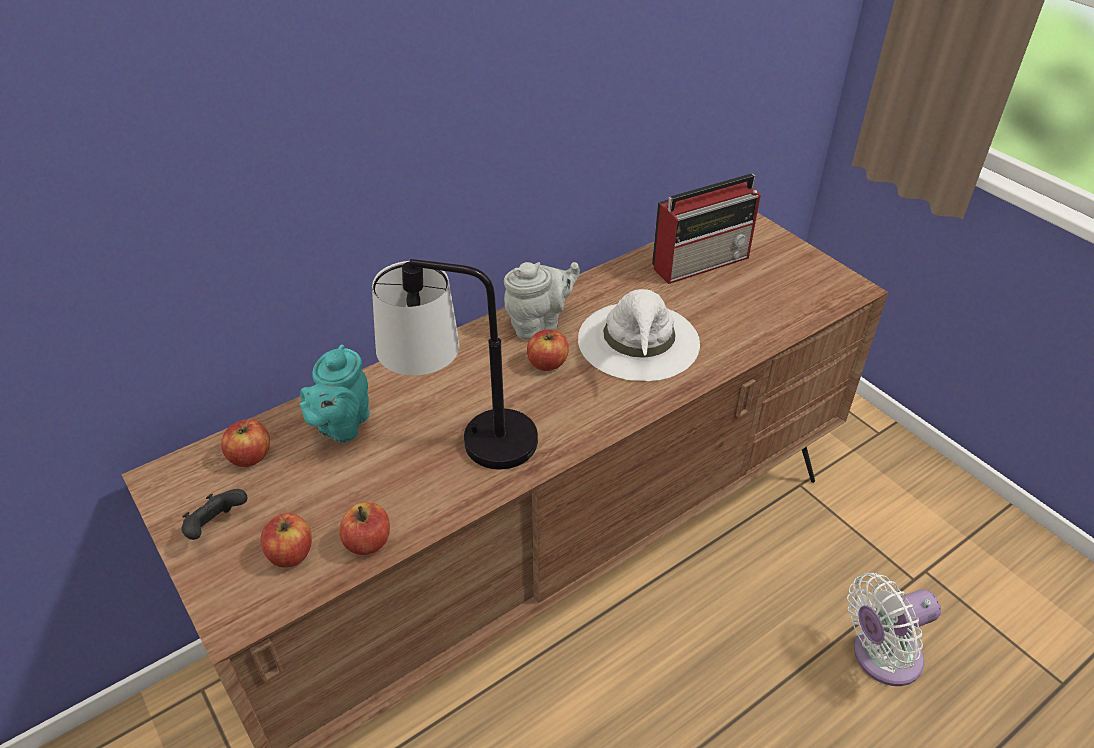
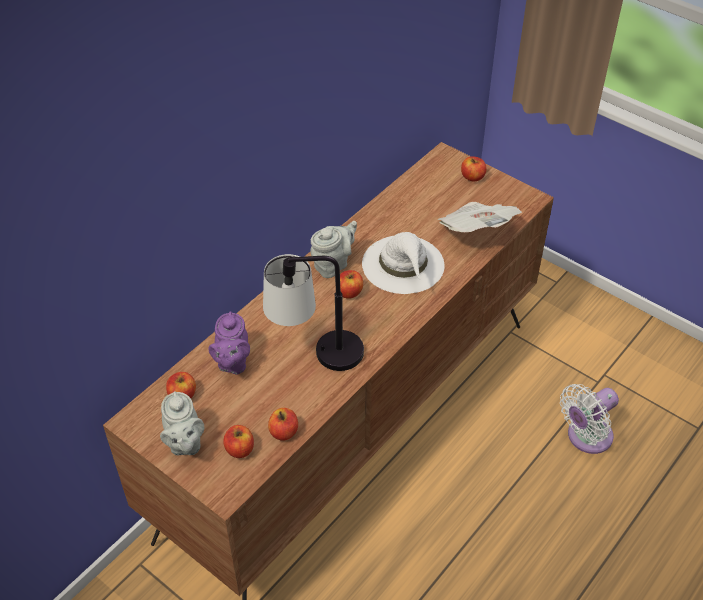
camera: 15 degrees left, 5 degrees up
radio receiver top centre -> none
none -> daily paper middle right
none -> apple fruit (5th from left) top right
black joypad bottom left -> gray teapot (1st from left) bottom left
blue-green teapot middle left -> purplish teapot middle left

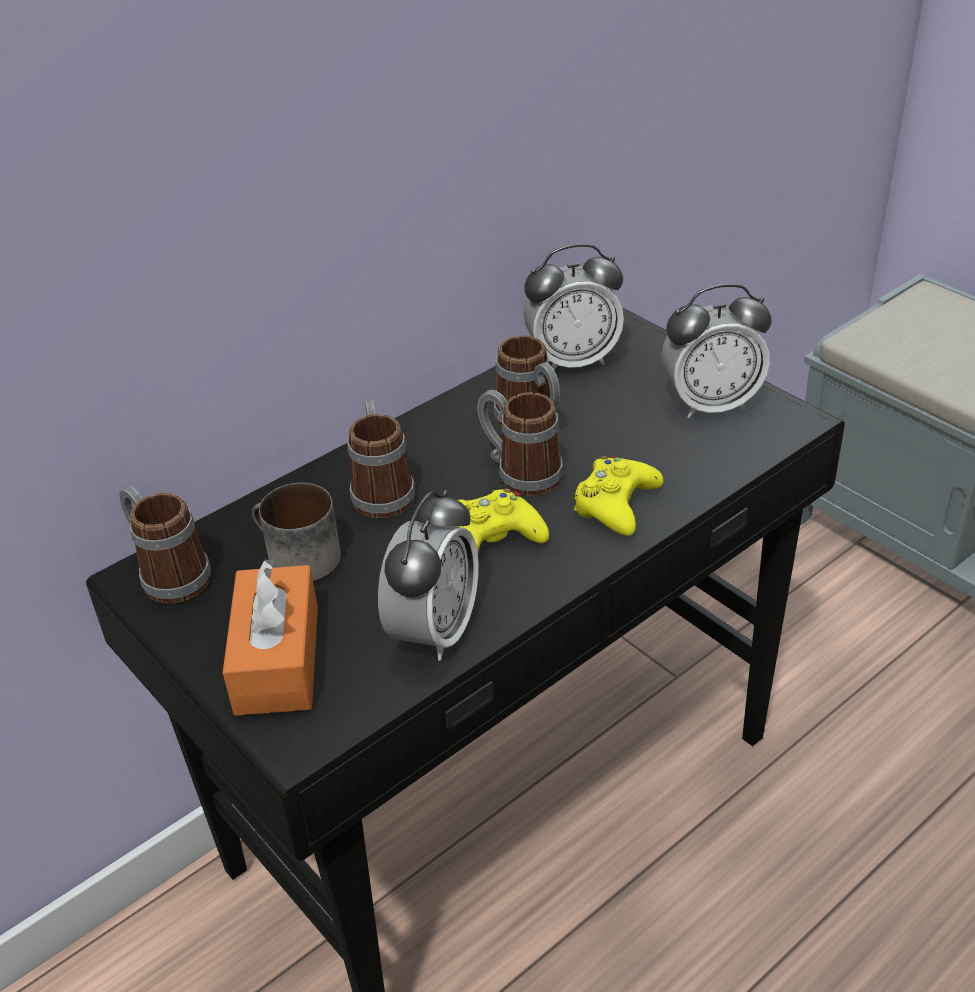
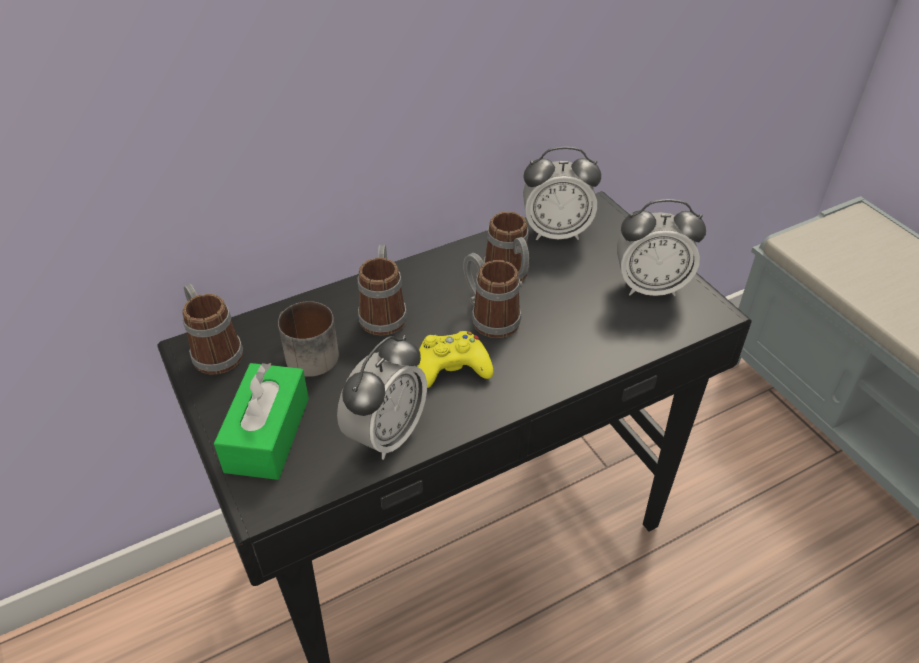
camera: 10 degrees right, 5 degrees up
yellow-coloured joypad (2nd from left) centre -> none
orange box of tissues middle left -> greenish box of tissues middle left

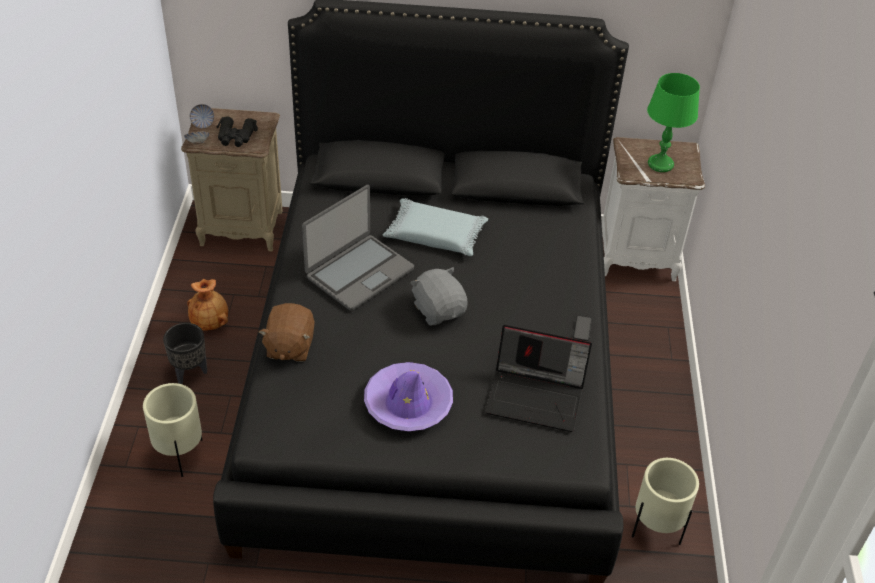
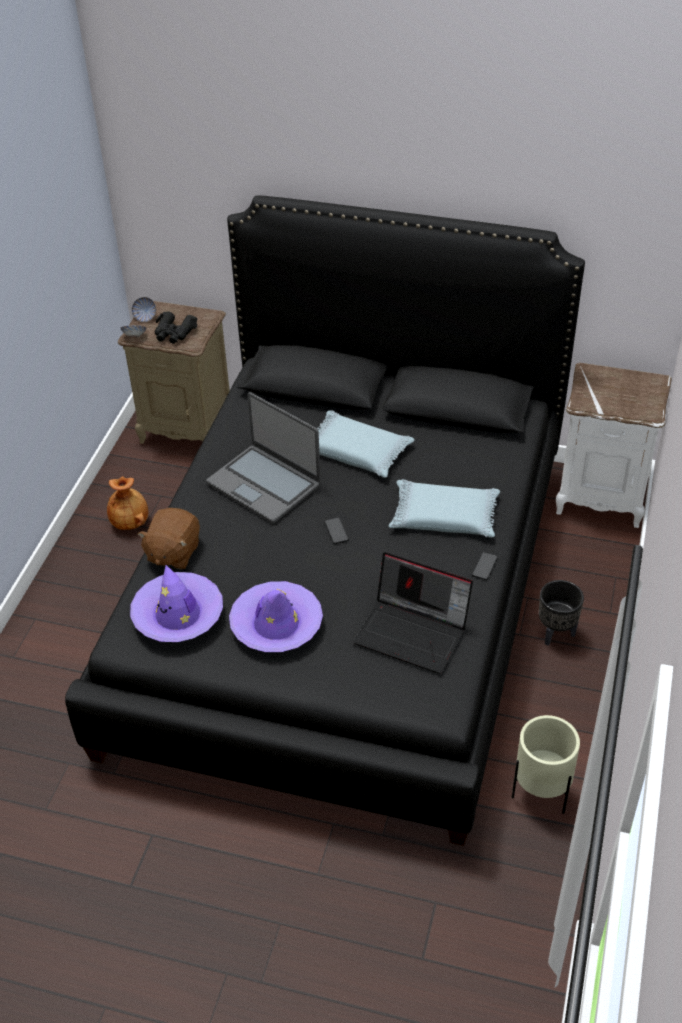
camera: 15 degrees right, 0 degrees up
beige planter (1st from left) bottom left -> none
greenish lamp for a table top right -> none
none -> purplish wearable hat (1st from left) middle left
none -> bluish pillow (2nd from left) centre
black planter middle left -> black planter middle right, move
gray soft toy centre -> telephone (1st from left) centre
portable computer (1st from left) centre, 75 degrees clockwise

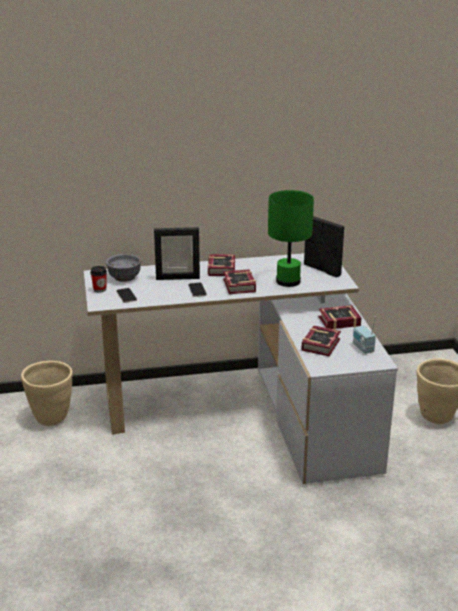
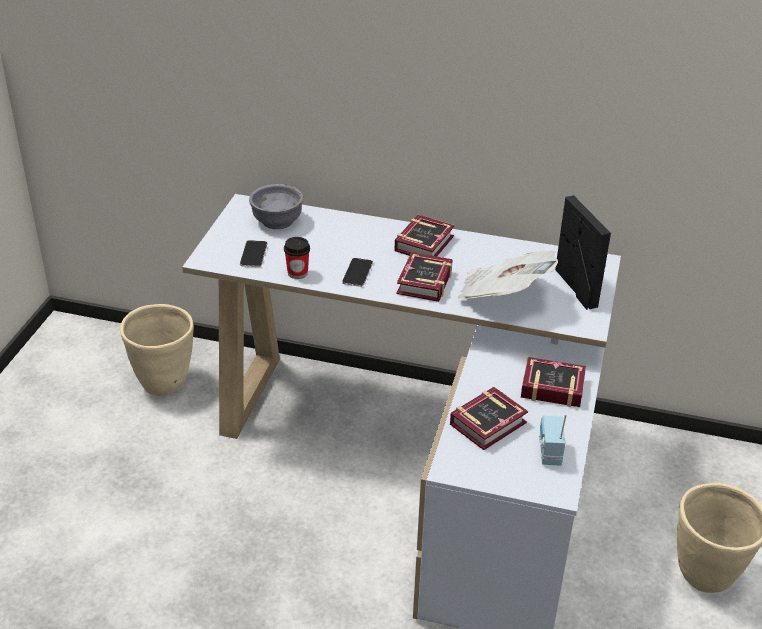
camera: 25 degrees right, 10 degrees up
standing frame (1st from left) centre -> none
cup middle left -> cup centre, move
greenish lamp for a table centre -> daily paper middle right

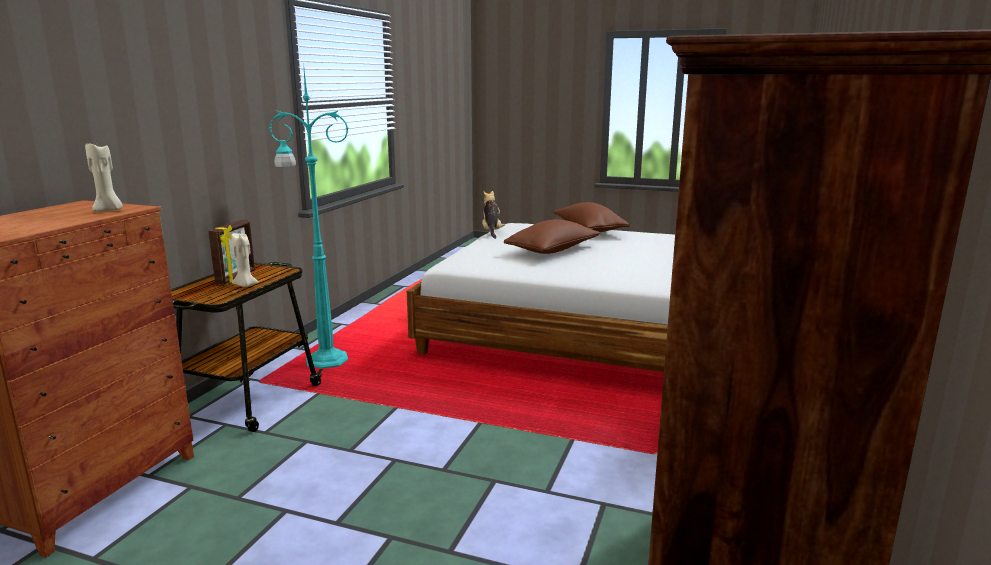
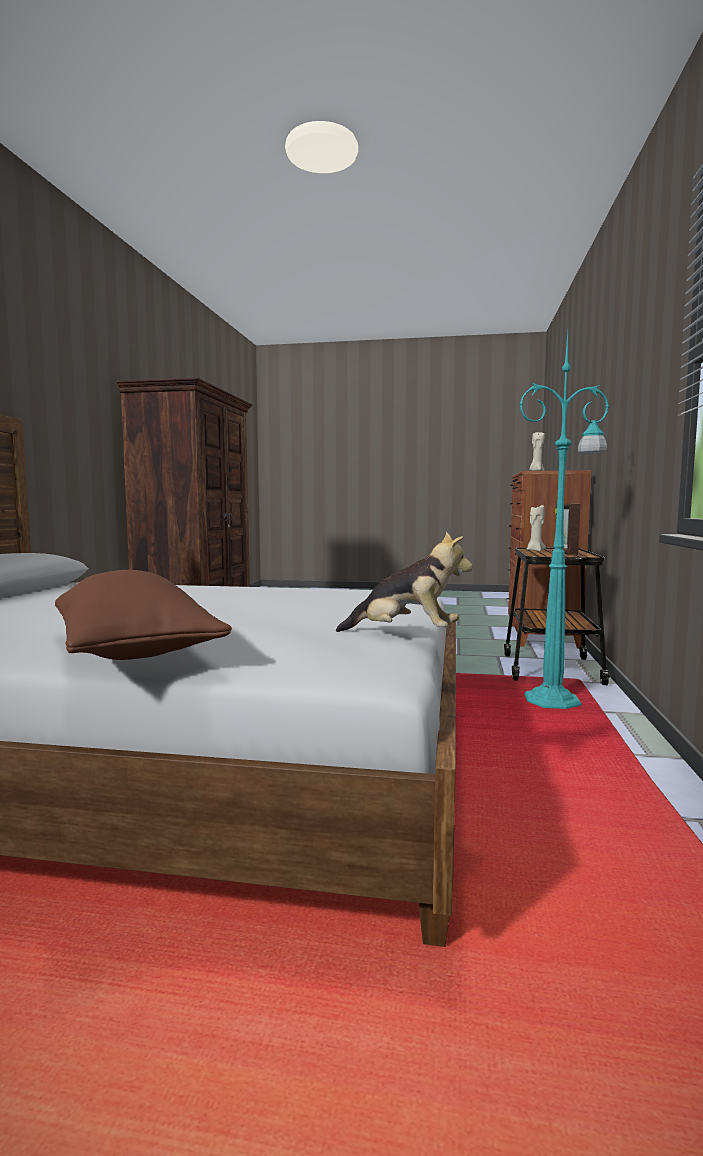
camera: 170 degrees right, 10 degrees down
brownish pillow (1st from left) centre -> none
soft toy centre, 60 degrees counterclockwise

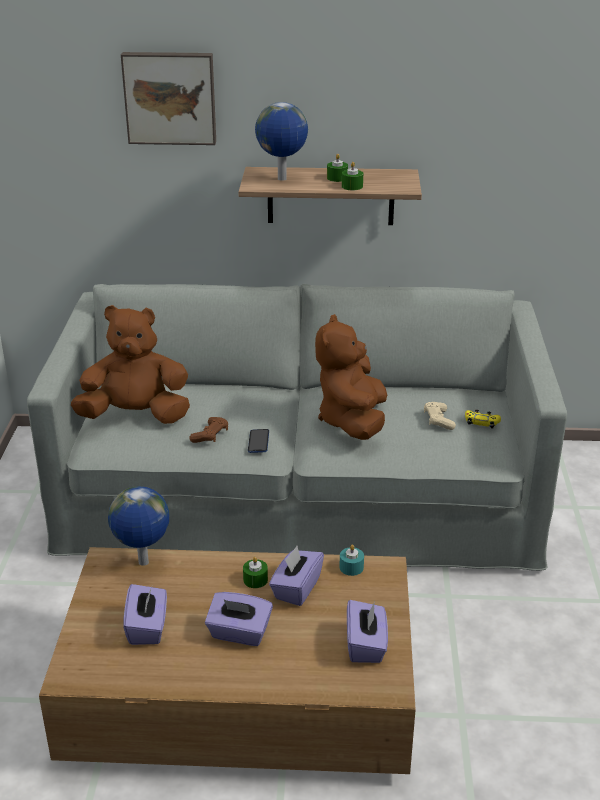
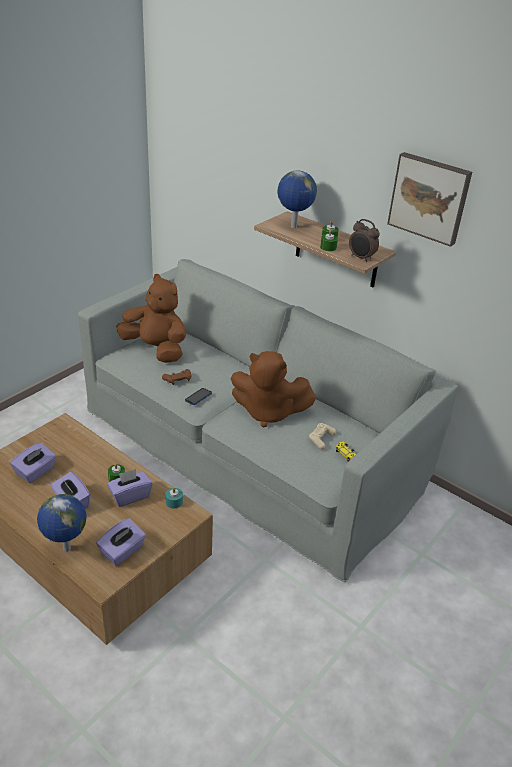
camera: 35 degrees right, 5 degrees up
none -> bedside clock top right
desk globe (1st from left) middle left -> desk globe (1st from left) bottom left, move
wall art top left -> wall art top right, move
brownish soft toy (2nd from left) centre, 120 degrees counterclockwise

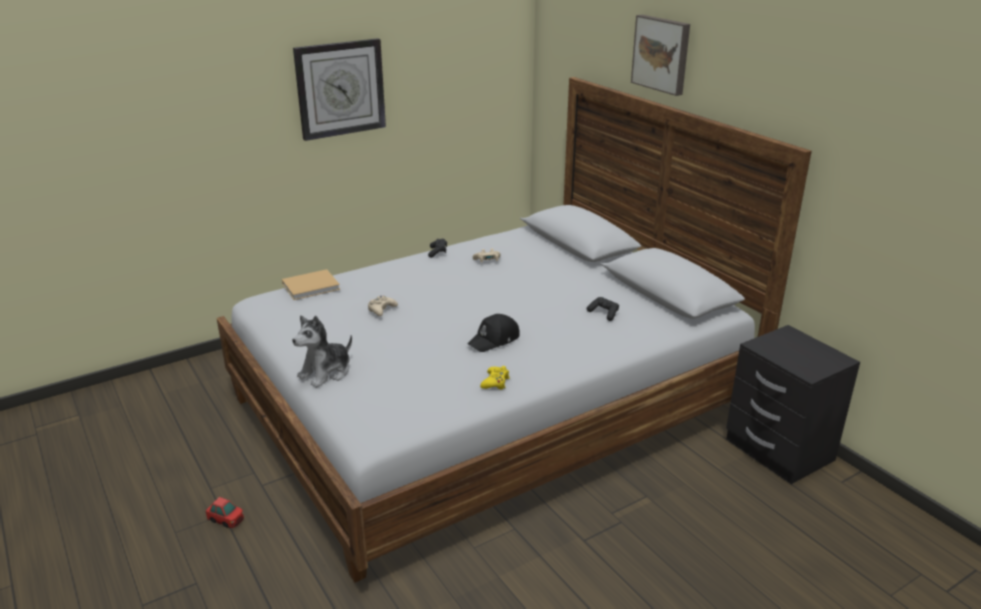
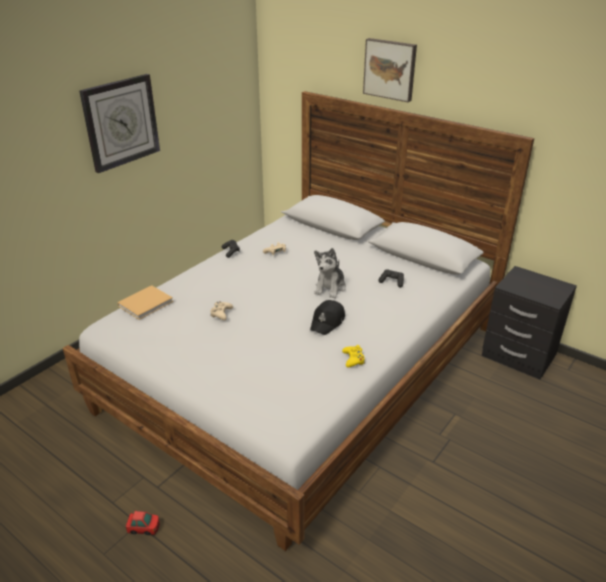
camera: 20 degrees left, 5 degrees up
soft toy middle left -> soft toy centre, move

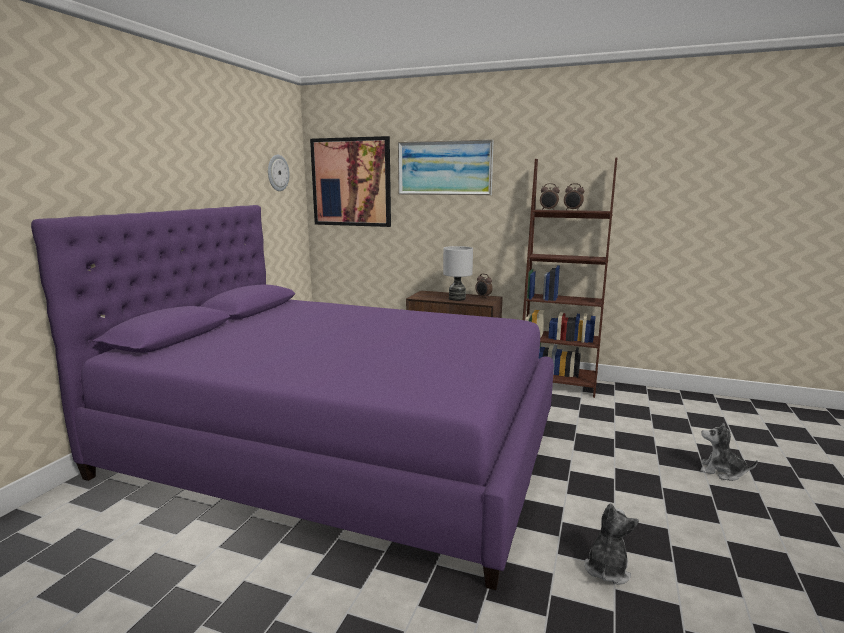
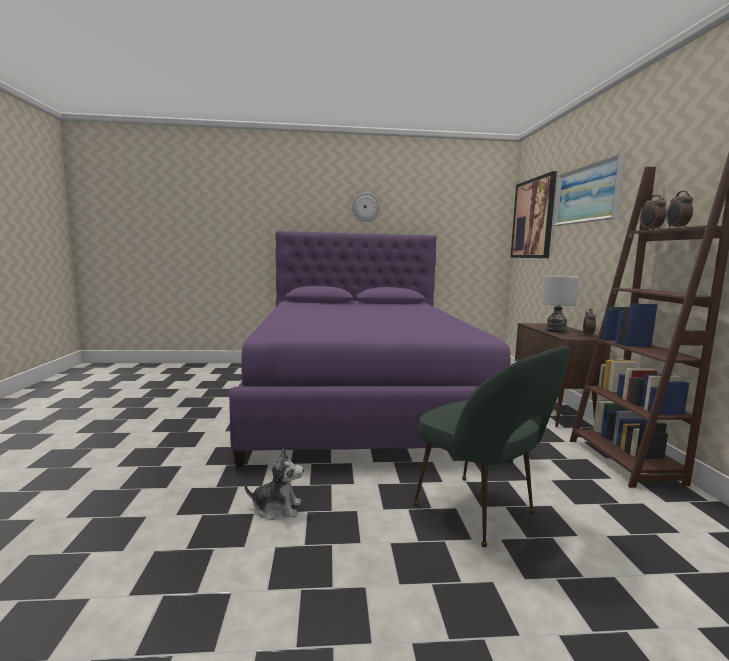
camera: 65 degrees right, 5 degrees down
soft toy (2nd from left) bottom right -> none
none -> greenish upright chair bottom right
hanging clock top left -> hanging clock top centre, move

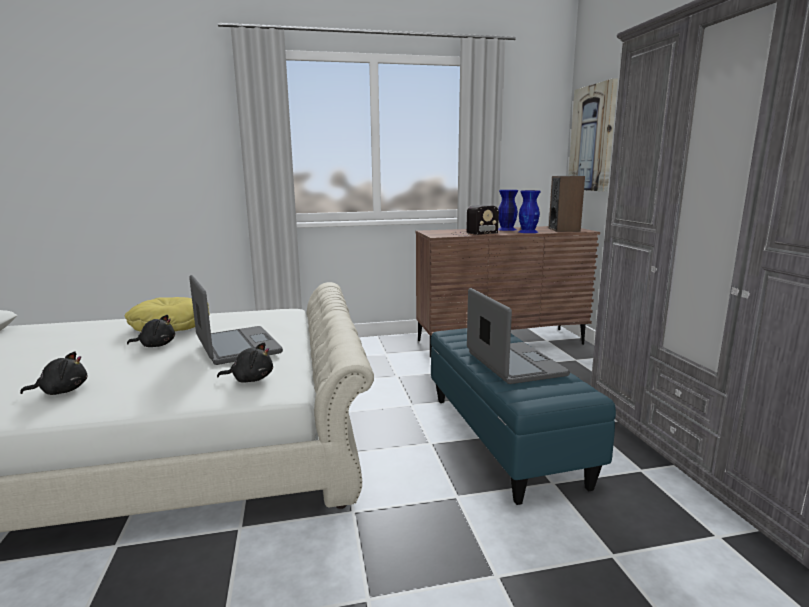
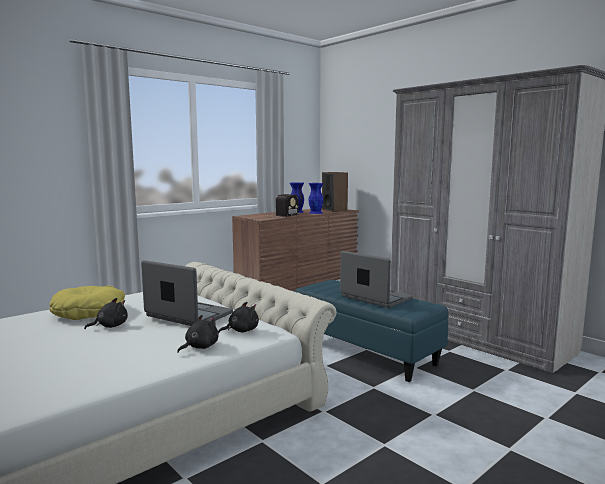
camera: 30 degrees left, 5 degrees down
wall art top right -> none
black soft toy (1st from left in the first image) middle left -> black soft toy (2nd from left) bottom left, move

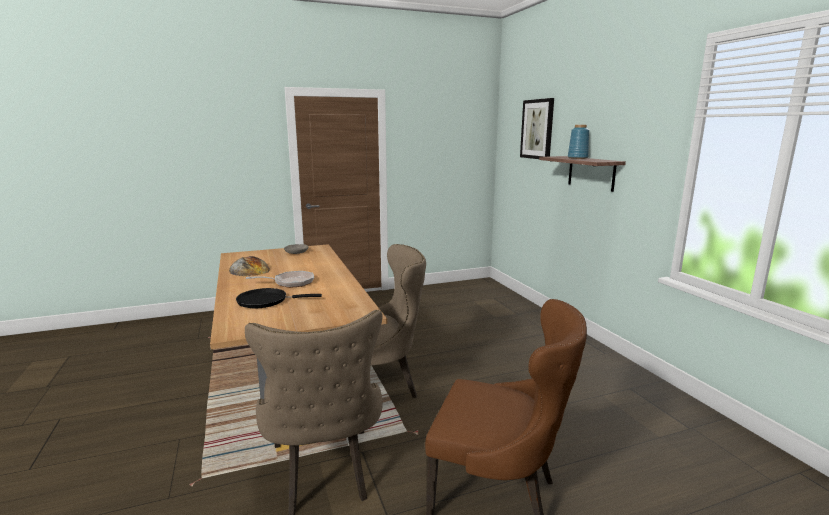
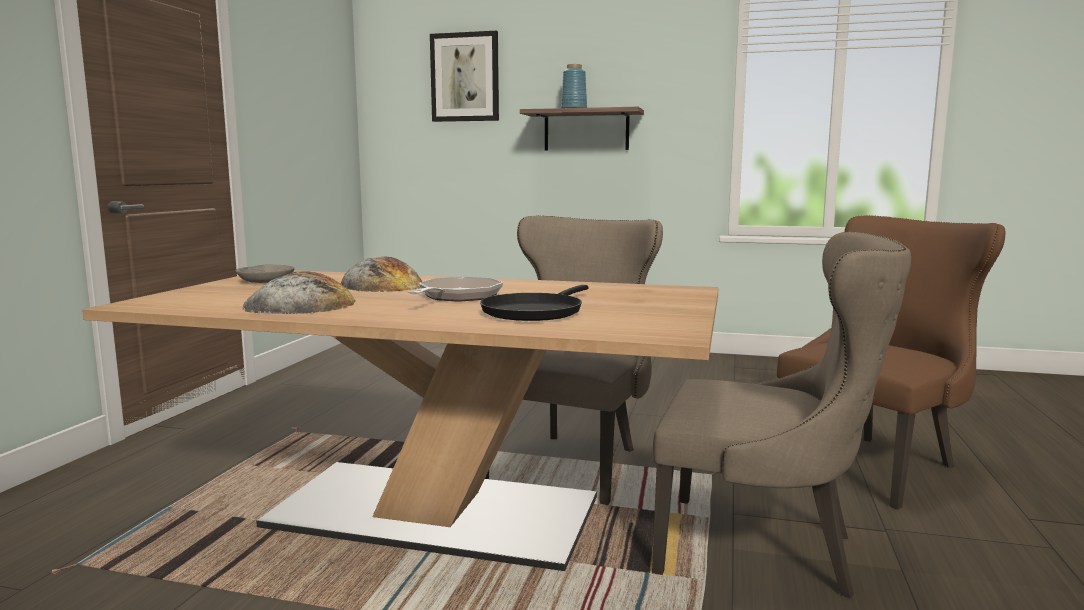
camera: 55 degrees left, 5 degrees down
none -> bakery bread (2nd from left) centre

